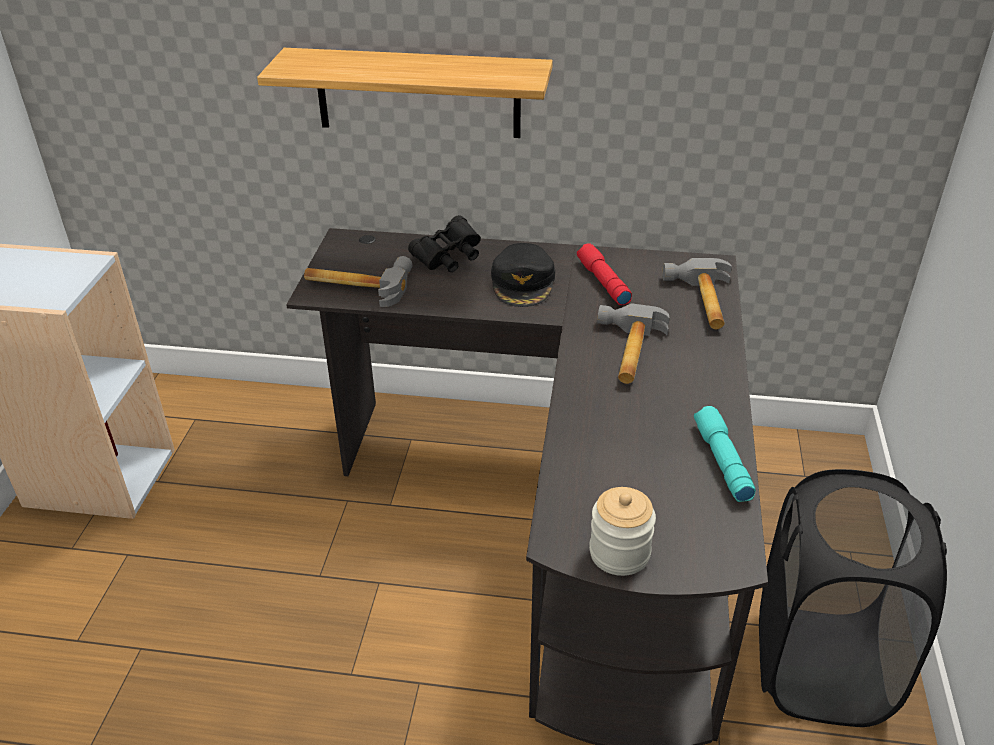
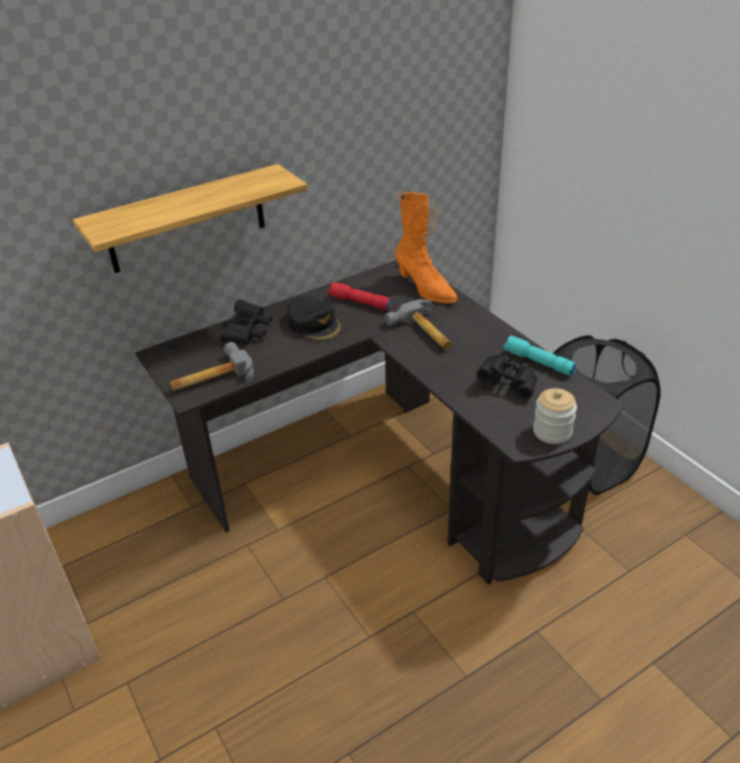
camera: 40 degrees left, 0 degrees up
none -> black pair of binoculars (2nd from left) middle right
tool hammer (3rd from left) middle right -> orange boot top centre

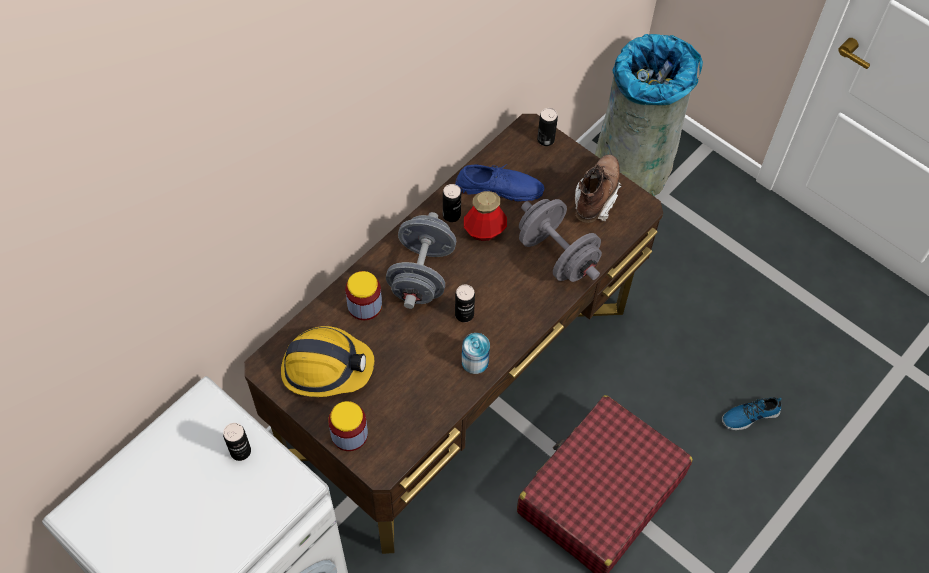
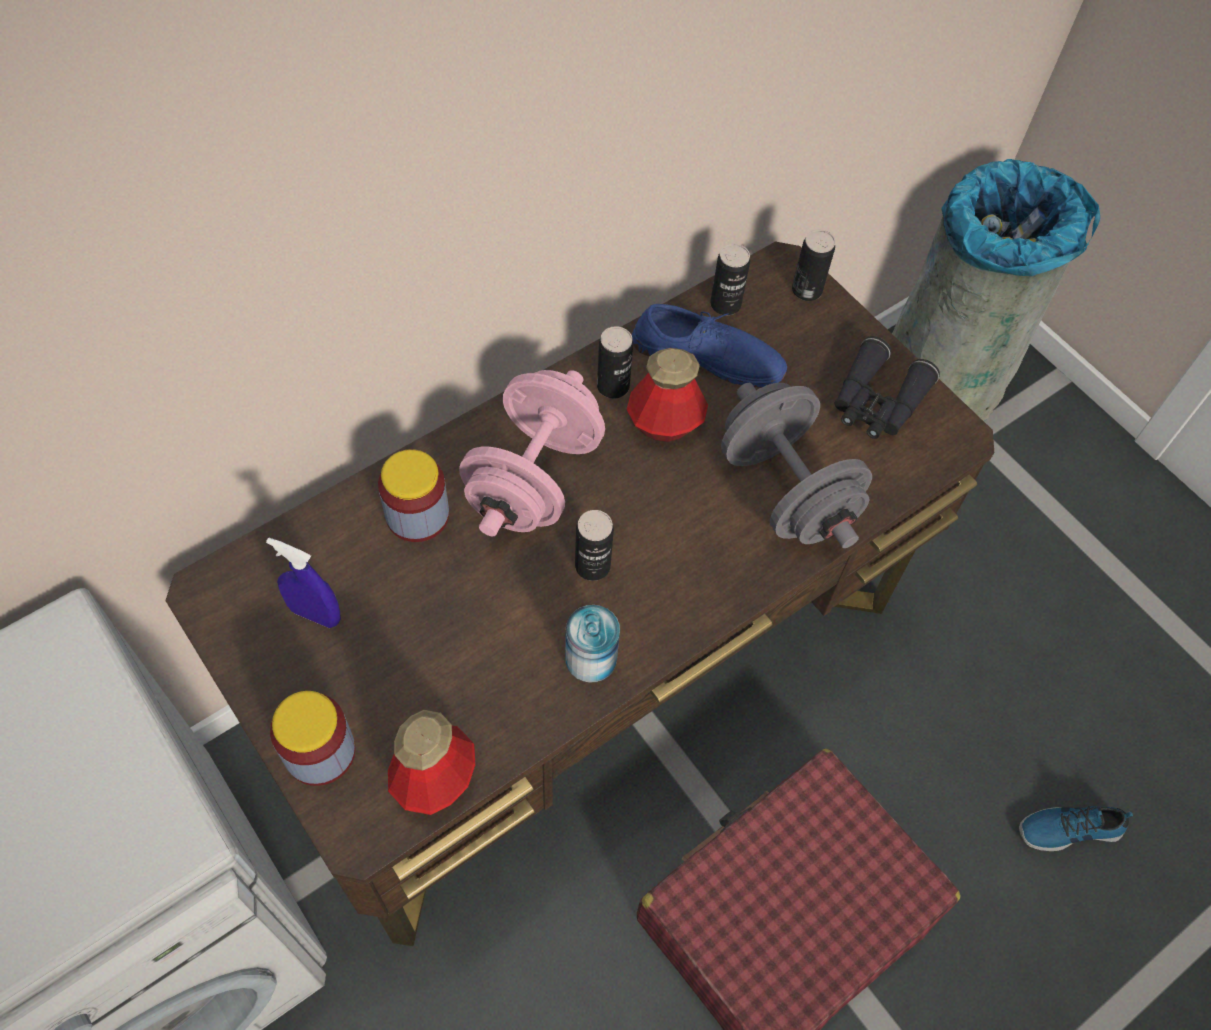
camera: 10 degrees right, 0 degrees up
none -> bottle (1st from left) bottom centre
sealed can (1st from left in the first image) bottom left -> sealed can (4th from left) top centre, move
hard hat centre -> bluish spray bottle middle left
brownish boot top centre -> black pair of binoculars middle right
gray hand weight (1st from left) centre -> pink hand weight centre

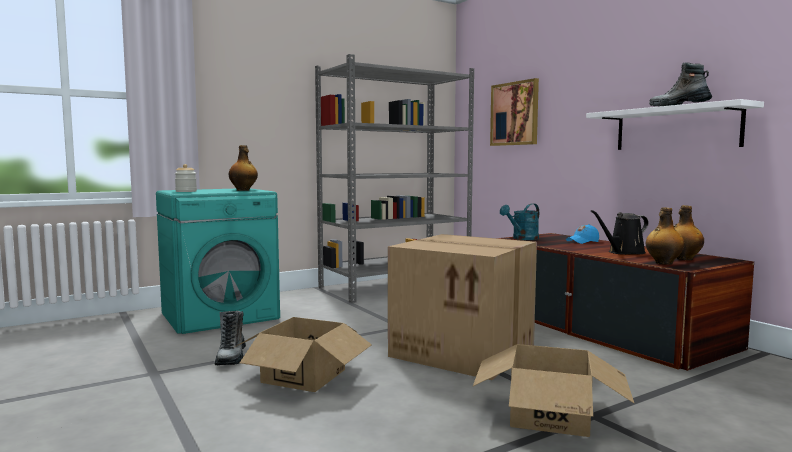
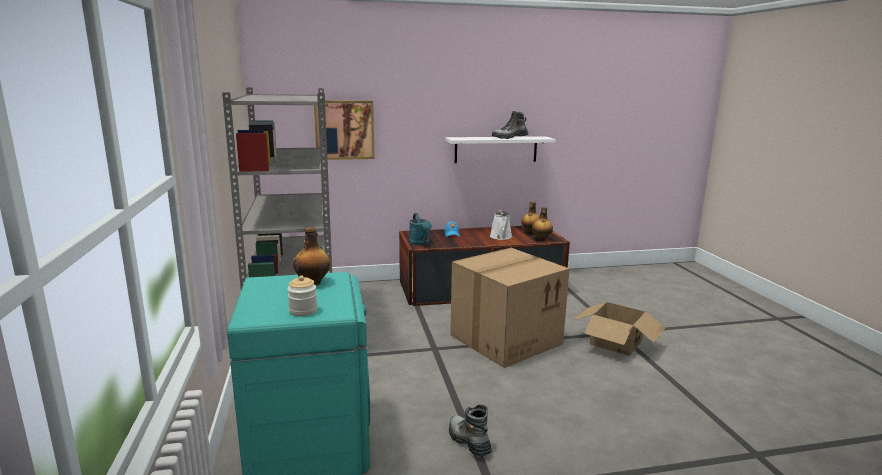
camera: 70 degrees left, 10 degrees up
cardboard box (1st from left) bottom centre -> none
black watering can middle right -> white-coloured watering can centre
boot (1st from left) bottom left -> boot (1st from left) bottom centre, 135 degrees counterclockwise

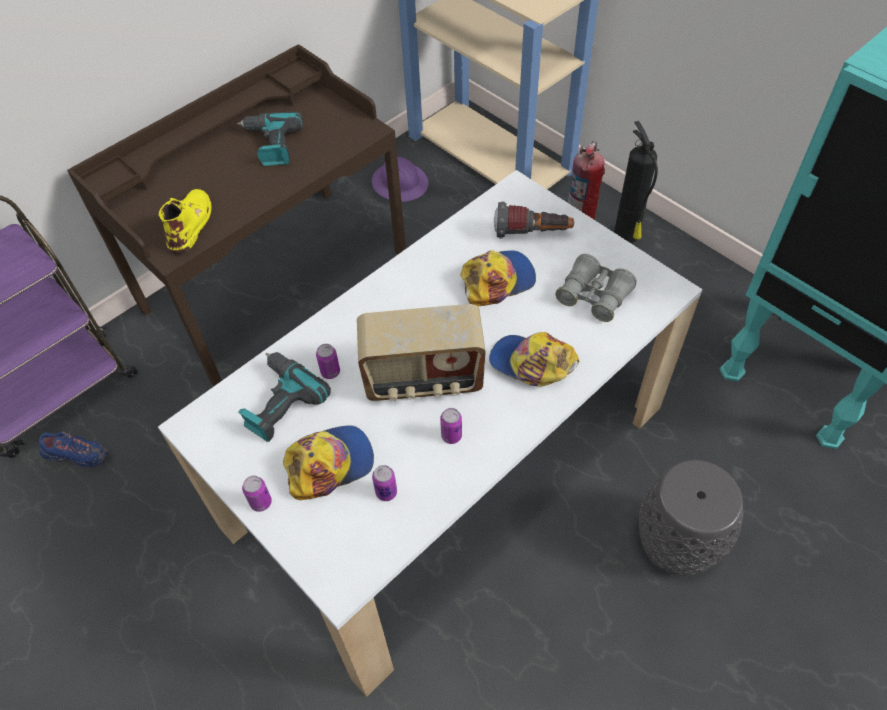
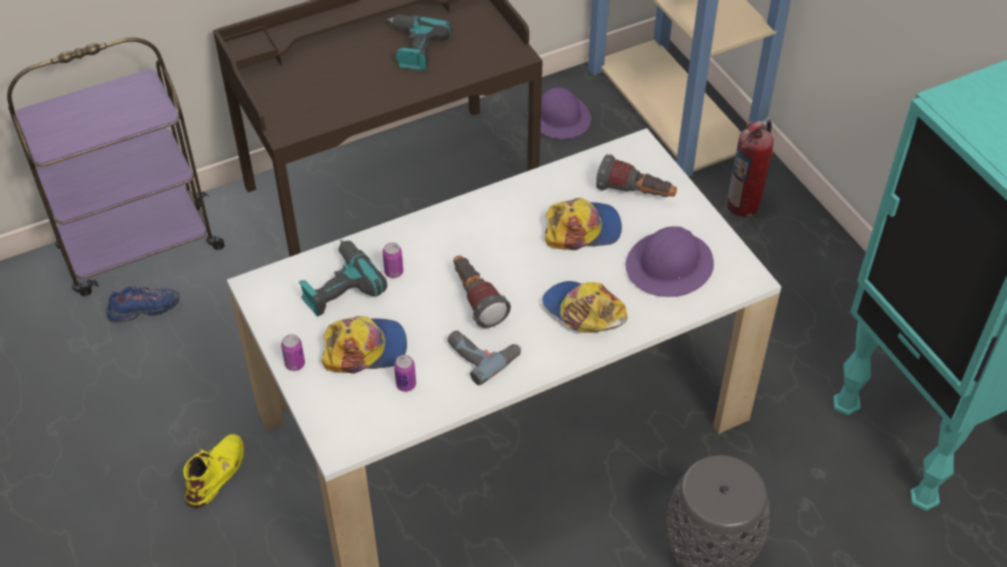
camera: 15 degrees right, 5 degrees down
fire-fighting cylinder (2nd from left) top right -> none
yellow-coloured boot top left -> yellow-coloured boot bottom left, move
radio receiver centre -> torch (1st from left) centre
sealed can (4th from left) centre -> drill (3rd from left) centre
gray pair of binoculars middle right -> purplish hard hat (2nd from left) centre
bluish shoe middle left, 45 degrees counterclockwise

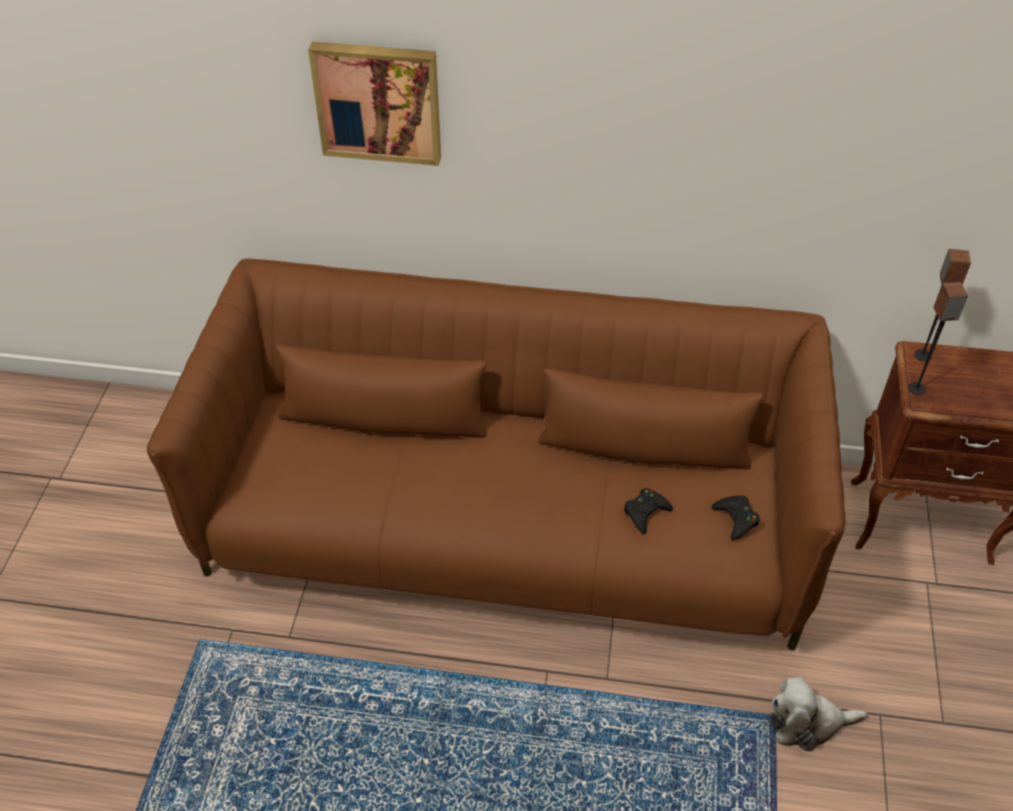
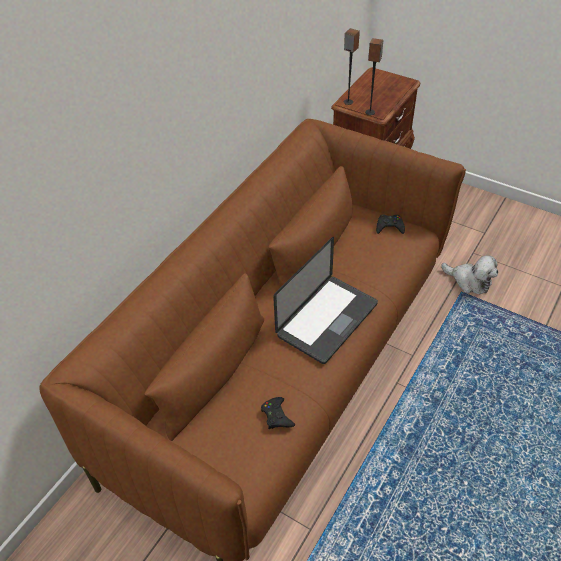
camera: 65 degrees left, 0 degrees up
wall art top centre -> none
none -> portable computer centre
black joypad (1st from left) centre -> black joypad (1st from left) bottom centre, move
soft toy bottom right -> soft toy middle right, 75 degrees counterclockwise

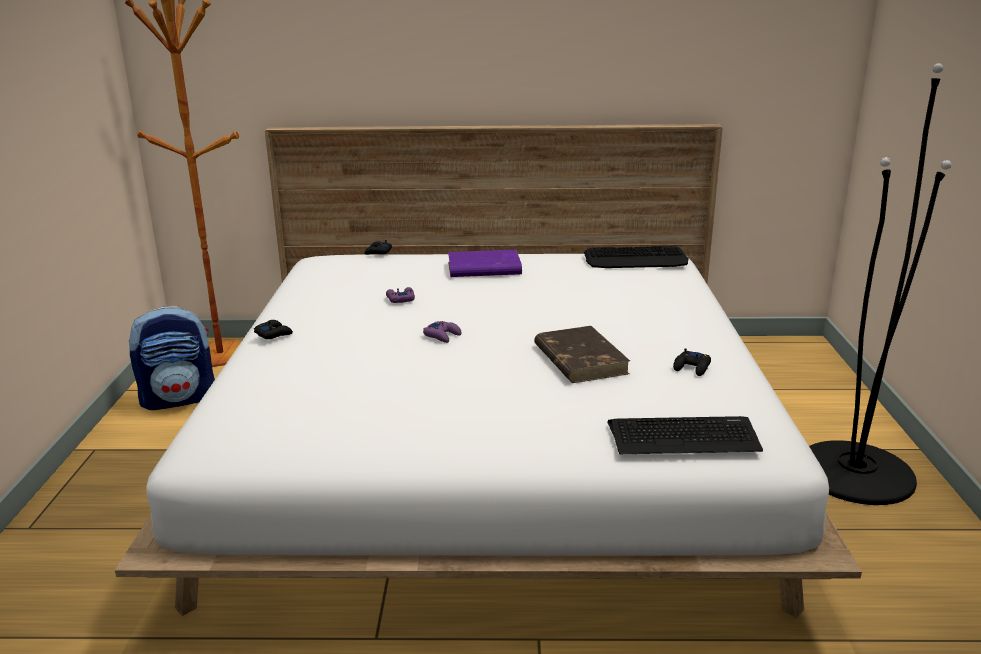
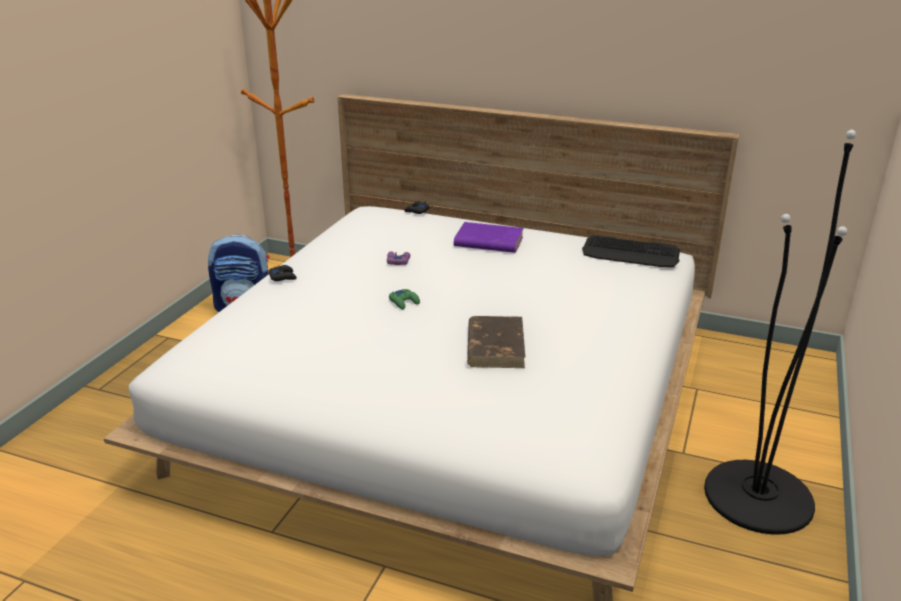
camera: 20 degrees right, 5 degrees up
PC keyboard (2nd from left) middle right -> none
black joypad (3rd from left) middle right -> none
purplish joypad (2nd from left) centre -> greenish joypad centre

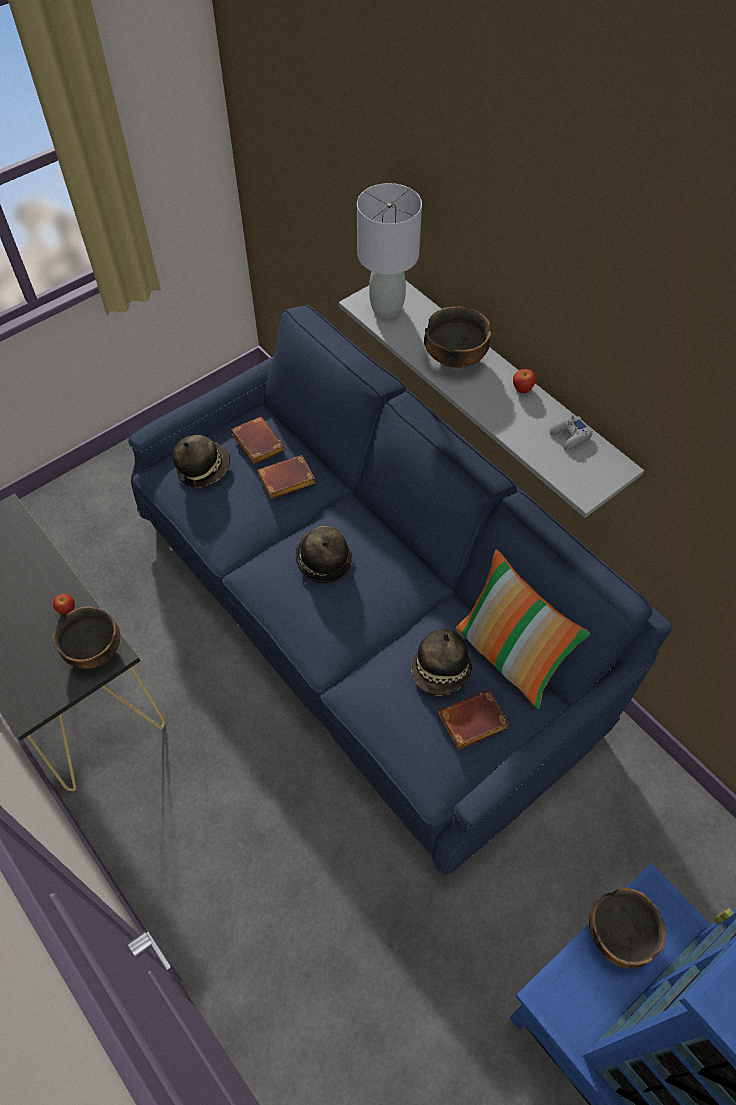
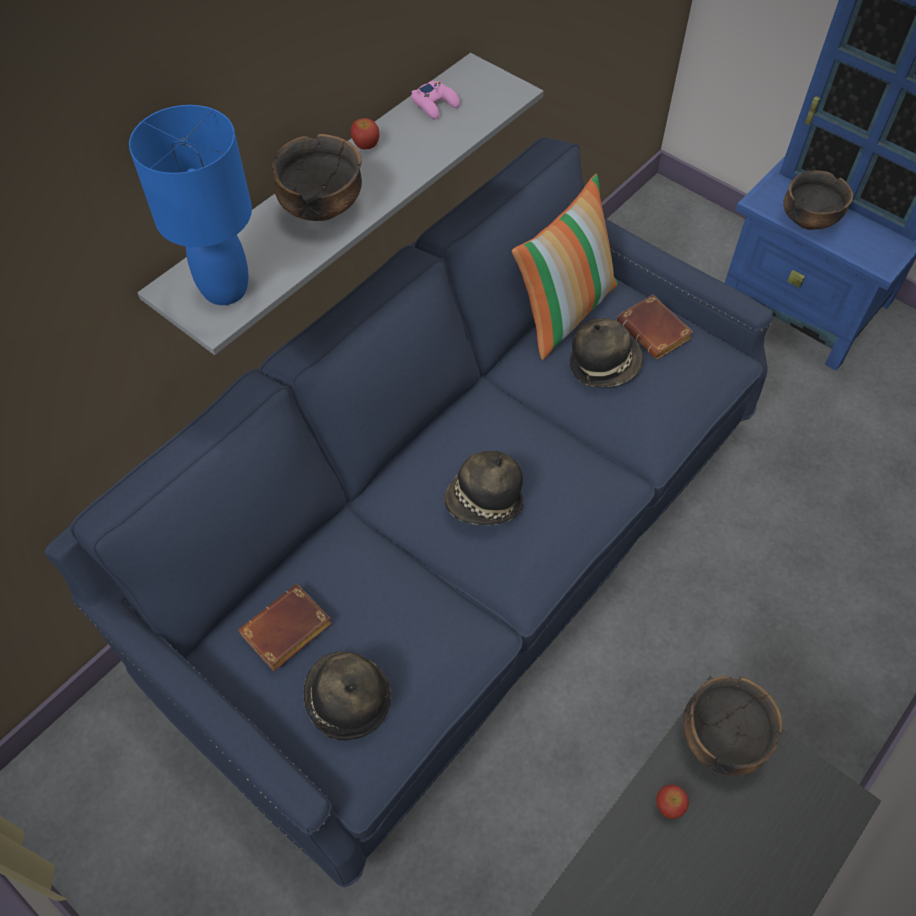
camera: 100 degrees left, 0 degrees up
brownish book (2nd from left) centre -> none
gray lamp for a table top centre -> bluish lamp for a table top left
gray joypad middle right -> pink joypad top centre

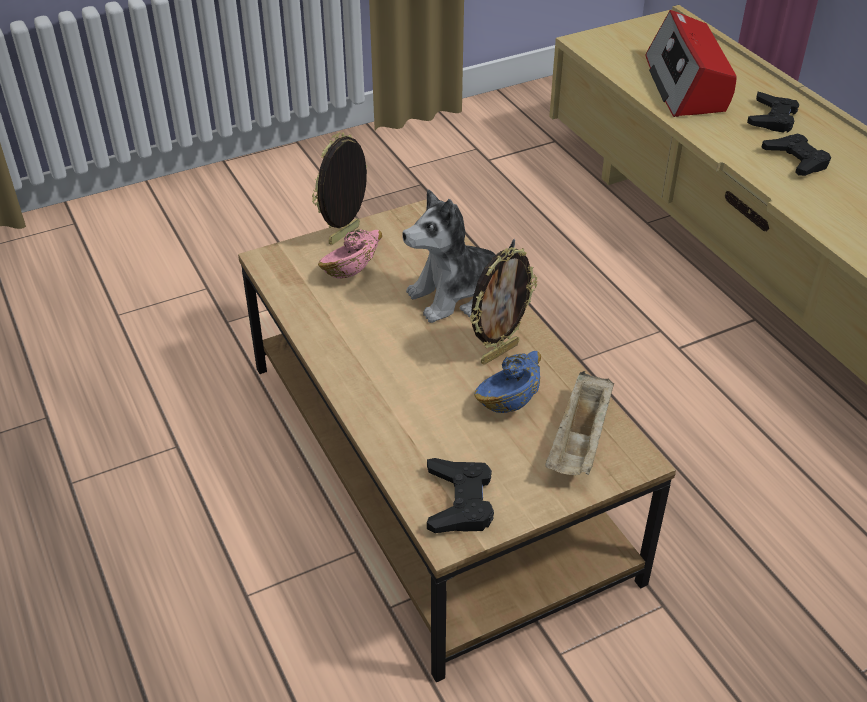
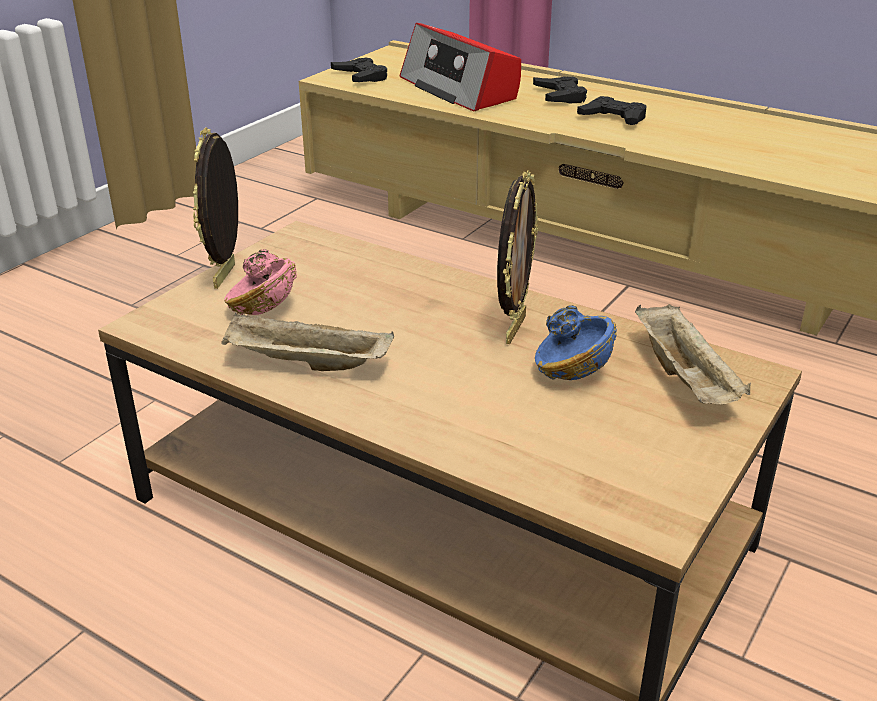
camera: 30 degrees left, 10 degrees down
soft toy centre -> none
none -> beige carrying tray (1st from left) centre
black joypad (1st from left) bottom centre -> black joypad (1st from left) top centre, move

